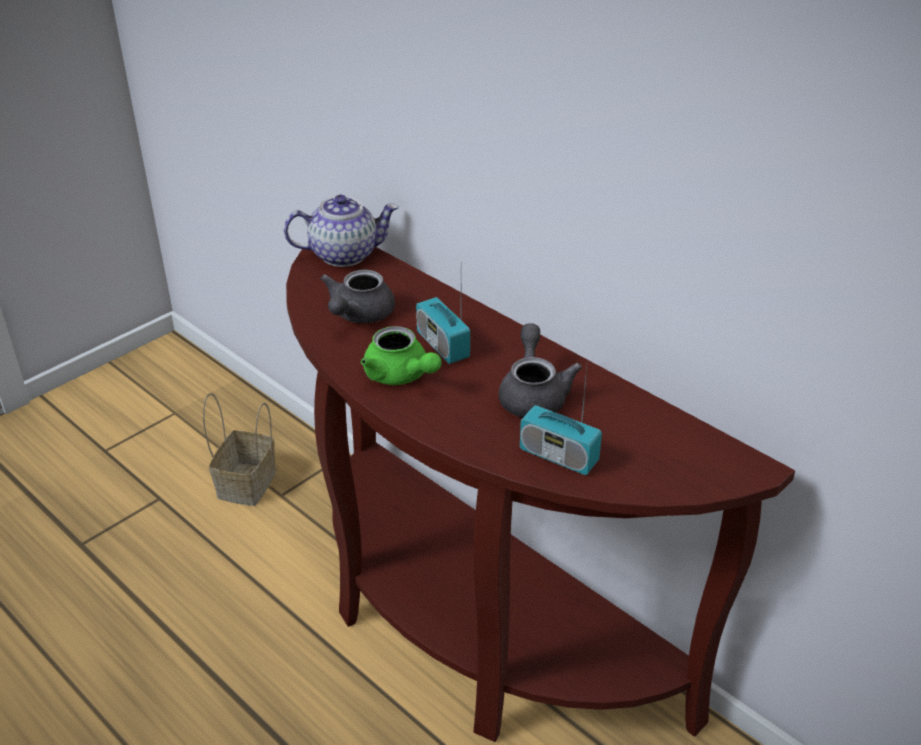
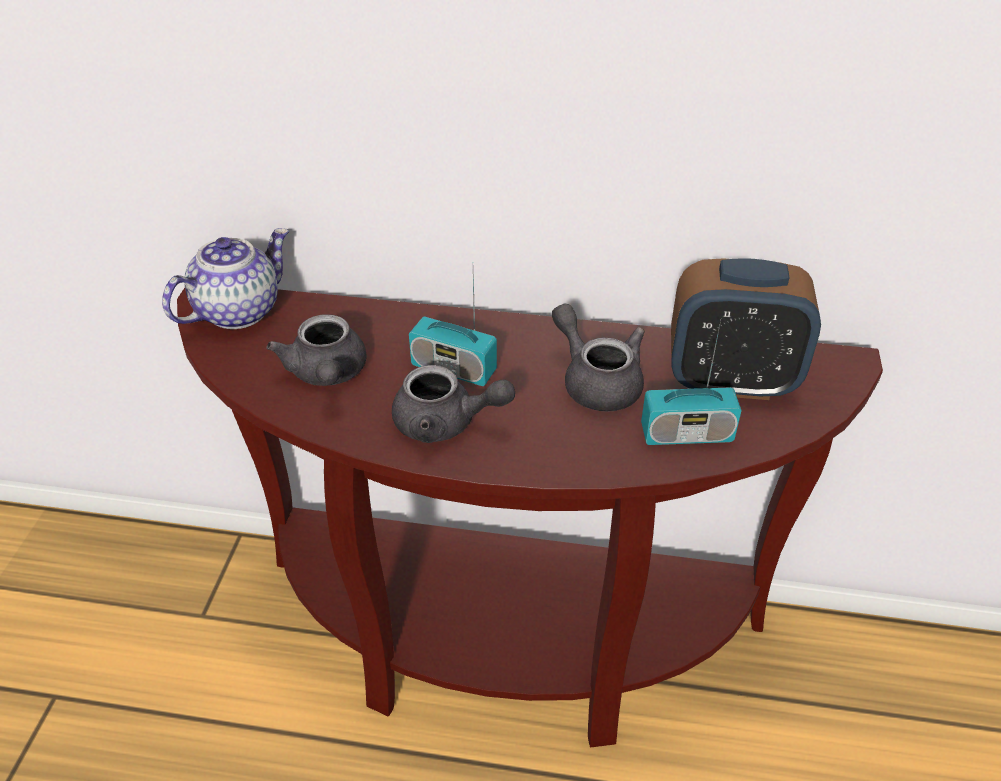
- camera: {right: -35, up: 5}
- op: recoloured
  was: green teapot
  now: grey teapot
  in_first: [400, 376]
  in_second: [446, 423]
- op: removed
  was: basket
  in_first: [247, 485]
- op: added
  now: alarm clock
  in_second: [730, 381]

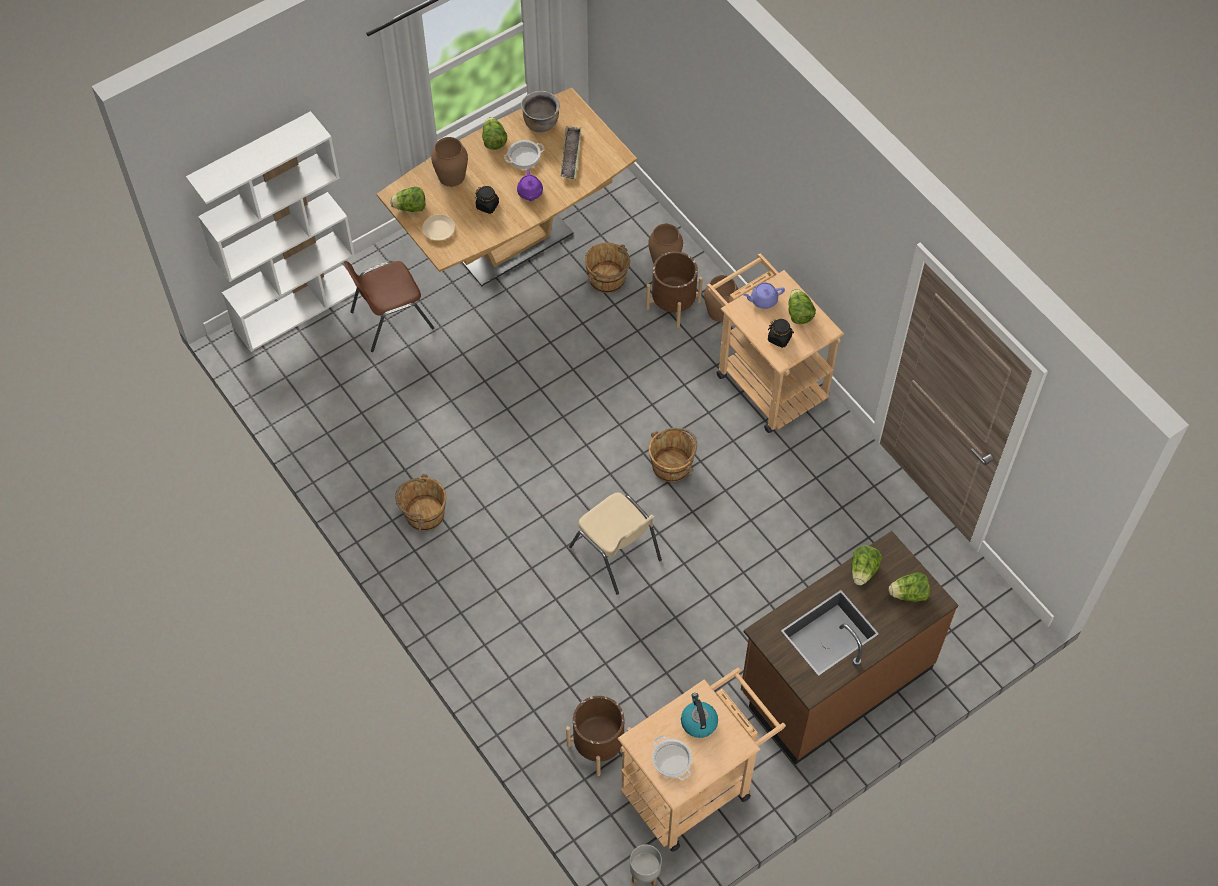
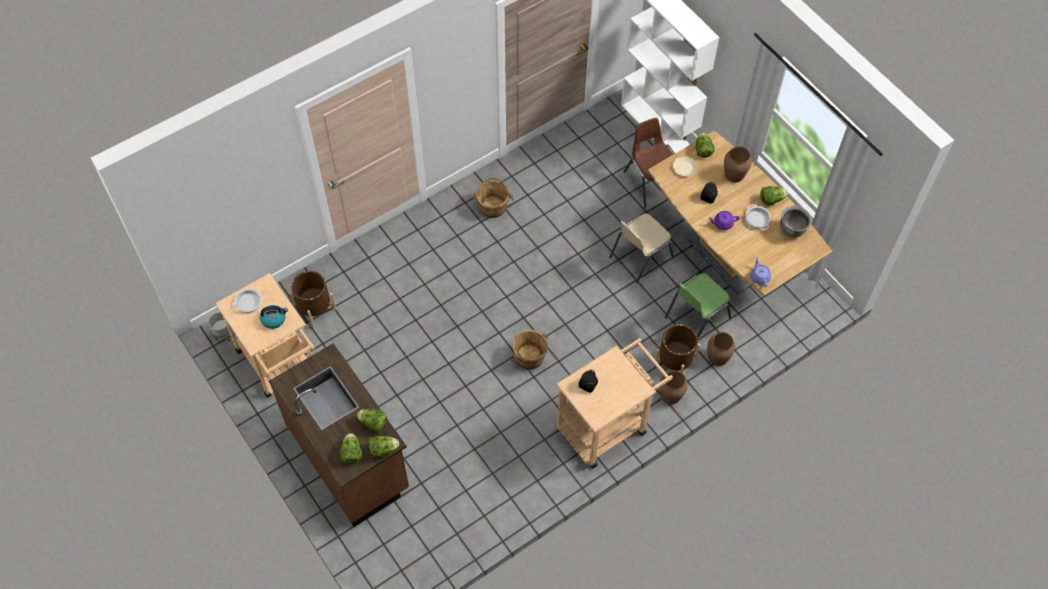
- camera: {right: 90, up: 0}
- op: removed
  was: tray
  in_first: [571, 155]
- op: replaced
  was: brown bucket
  now: green chair
  in_first: [607, 279]
  in_second: [696, 317]
- op: moved
  was: purple teapot
  in_first: [763, 300]
  in_second: [759, 277]
- op: moved
  was: lettuce
  in_first: [799, 313]
  in_second: [383, 449]
- op: moved
  was: beige chair
  in_first: [616, 554]
  in_second: [640, 257]

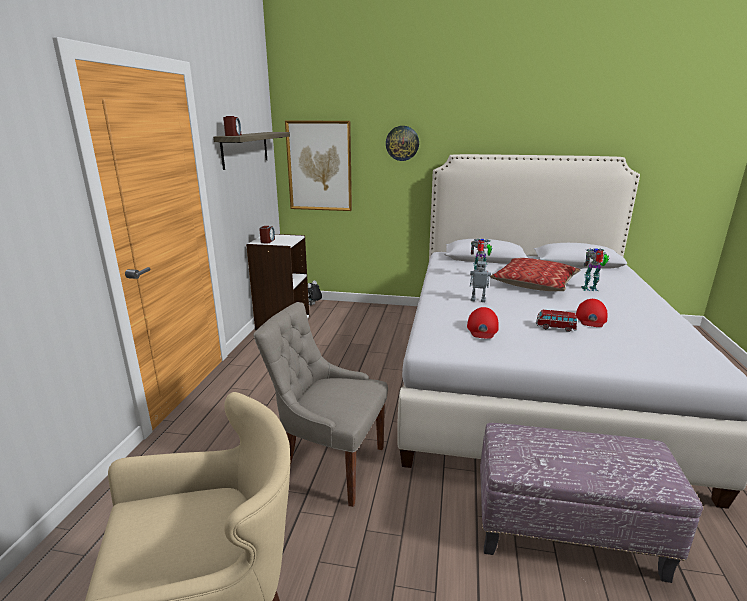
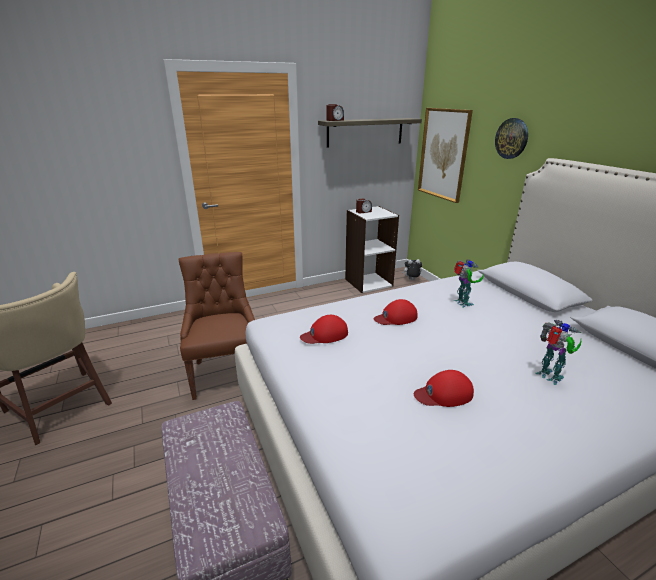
- camera: {right: 55, up: 5}
- op: replaced
  was: toy robot
  now: red cap
  in_first: [478, 300]
  in_second: [396, 317]
- op: removed
  was: pillow
  in_first: [534, 283]
- op: recoloured
  was: grey chair
  now: brown chair
  in_first: [329, 464]
  in_second: [226, 373]
- op: removed
  was: toy car
  in_first: [555, 327]

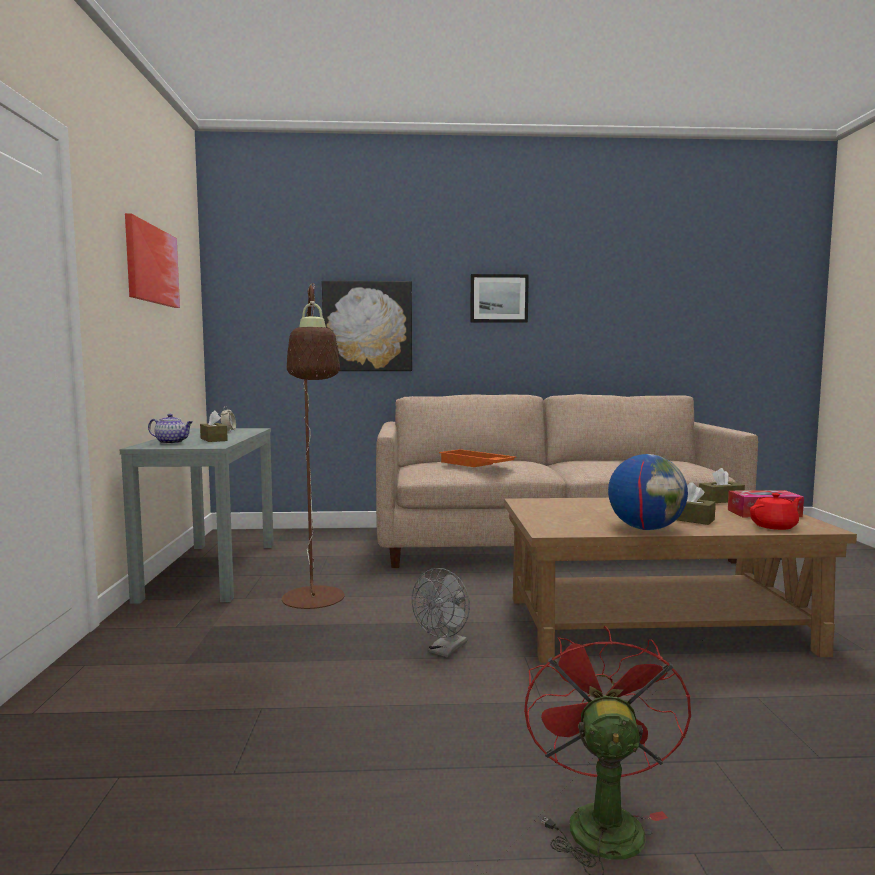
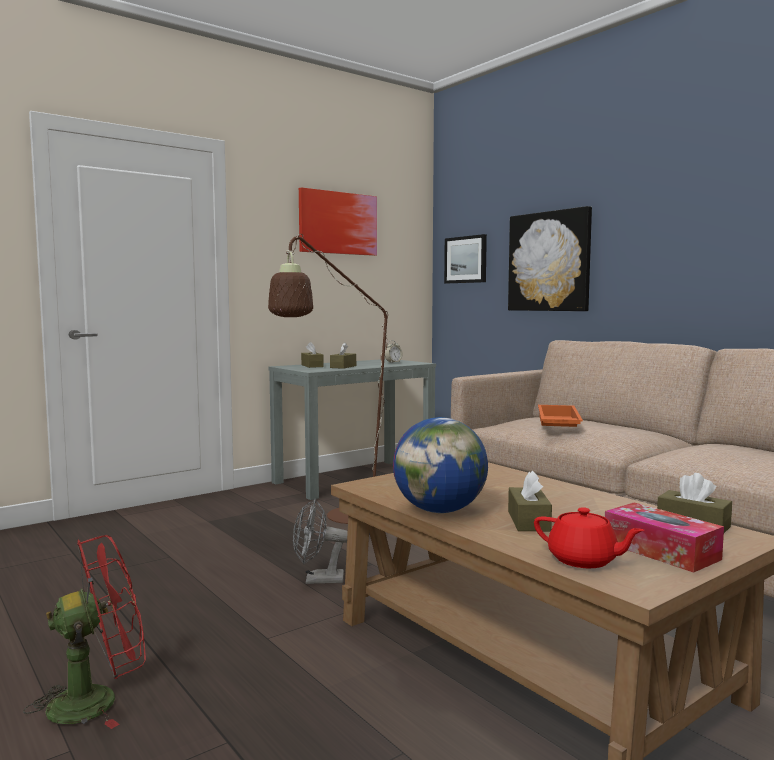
- camera: {right: 55, up: 0}
- op: moved
  was: picture
  in_first: [499, 298]
  in_second: [466, 259]
- op: replaced
  was: teapot
  now: brown tissue box
  in_first: [172, 442]
  in_second: [312, 366]

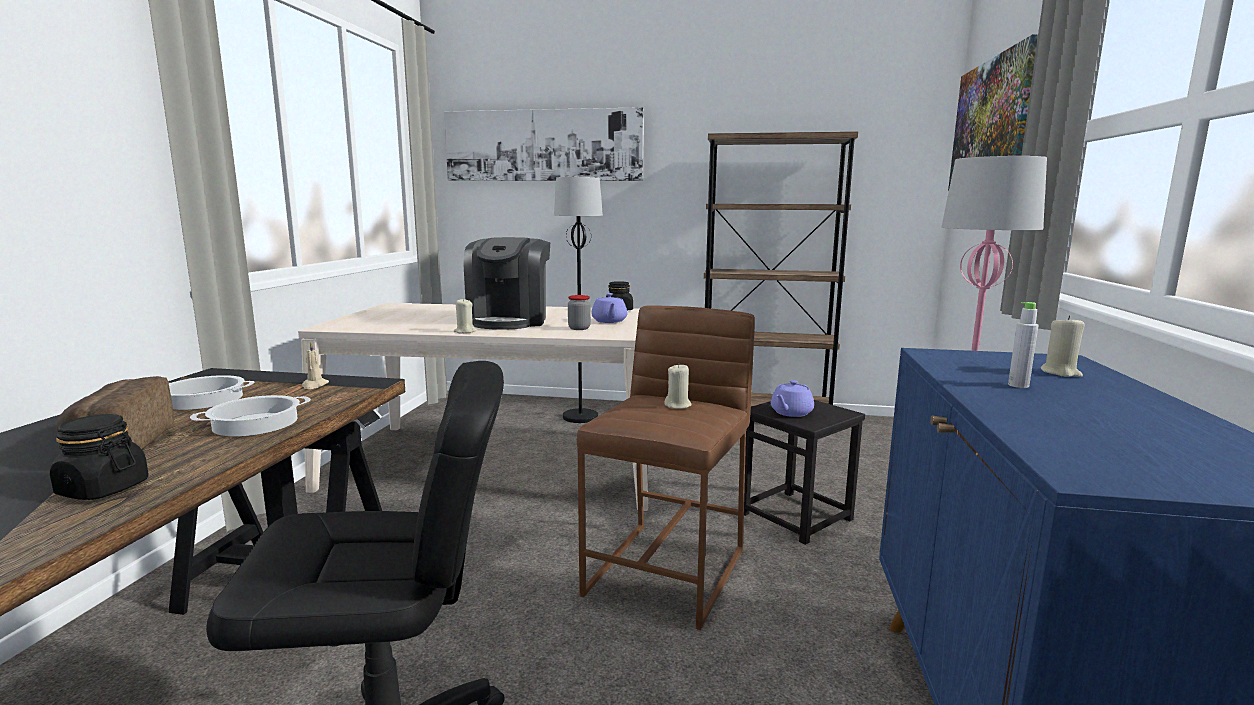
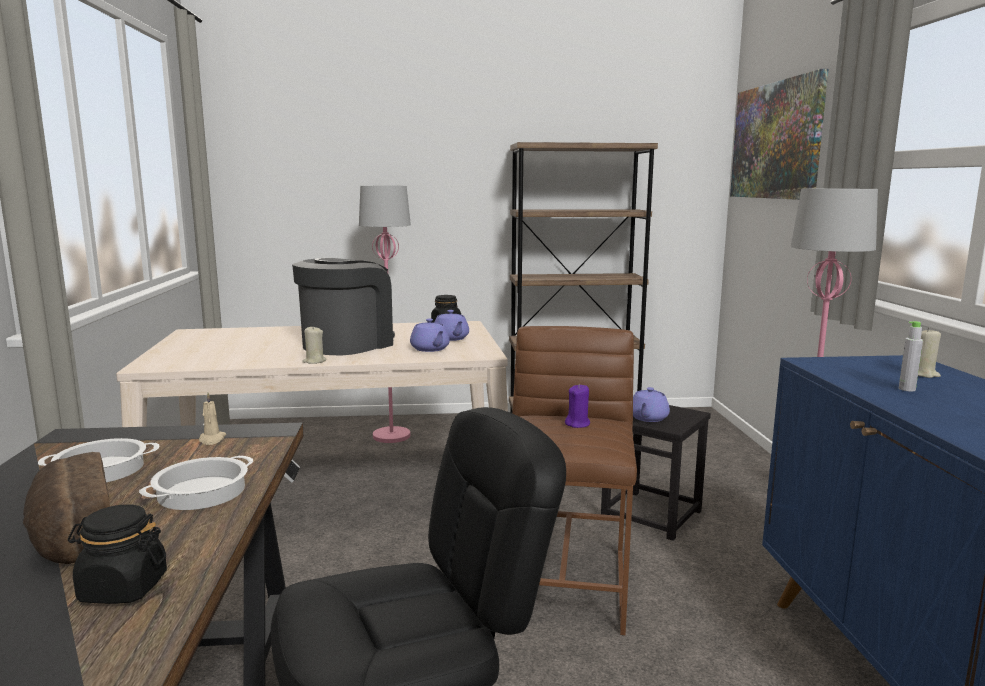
- camera: {right: -15, up: 0}
- op: removed
  was: picture
  in_first: [543, 145]
- op: recoloured
  was: black floor lamp
  now: pink floor lamp
  in_first: [580, 417]
  in_second: [391, 436]
- op: turned
  was: coffee machine
  in_first: [510, 321]
  in_second: [347, 344]
  clockwise: -135
- op: replaced
  was: jar
  now: purple teapot
  in_first: [579, 328]
  in_second: [430, 349]
- op: recoloured
  was: beige candle
  now: purple candle
  in_first: [678, 405]
  in_second: [577, 424]

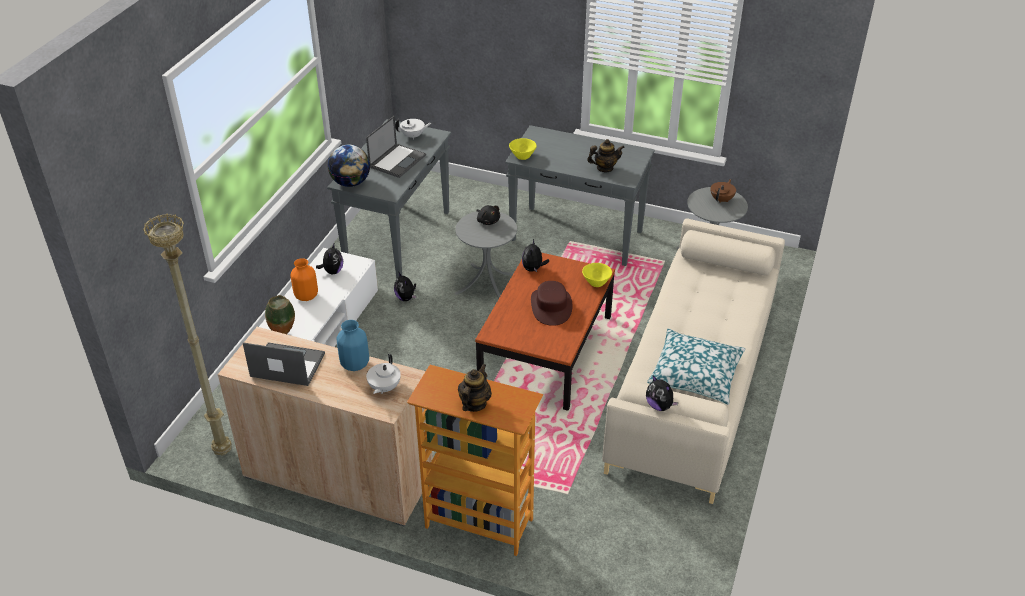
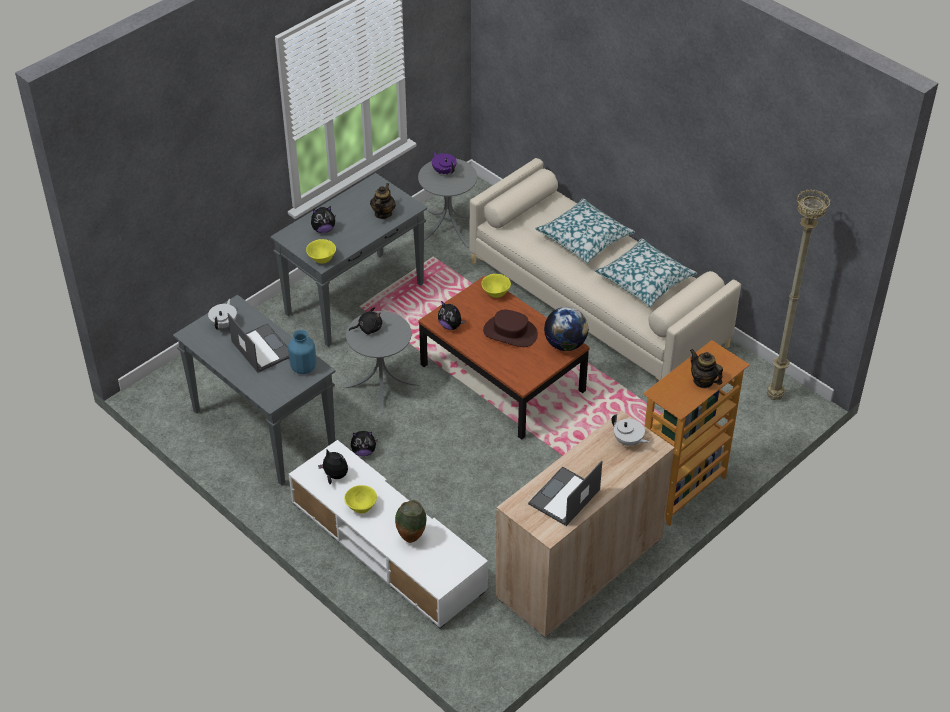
- camera: {right: -65, up: 5}
- op: moved
  was: globe
  in_first: [350, 183]
  in_second: [565, 344]
- op: recoloured
  was: brown teapot
  now: purple teapot
  in_first: [722, 199]
  in_second: [444, 171]
- op: moved
  was: beige floor lamp
  in_first: [223, 452]
  in_second: [775, 396]
- op: replaced
  was: orange vase
  now: yellow bowl
  in_first: [306, 296]
  in_second: [362, 506]
- op: moved
  was: blue vase
  in_first: [355, 364]
  in_second: [304, 367]
- op: moved
  was: plush toy
  in_first: [659, 406]
  in_second: [323, 229]
- op: added
  now: pillow
  in_second: [584, 238]

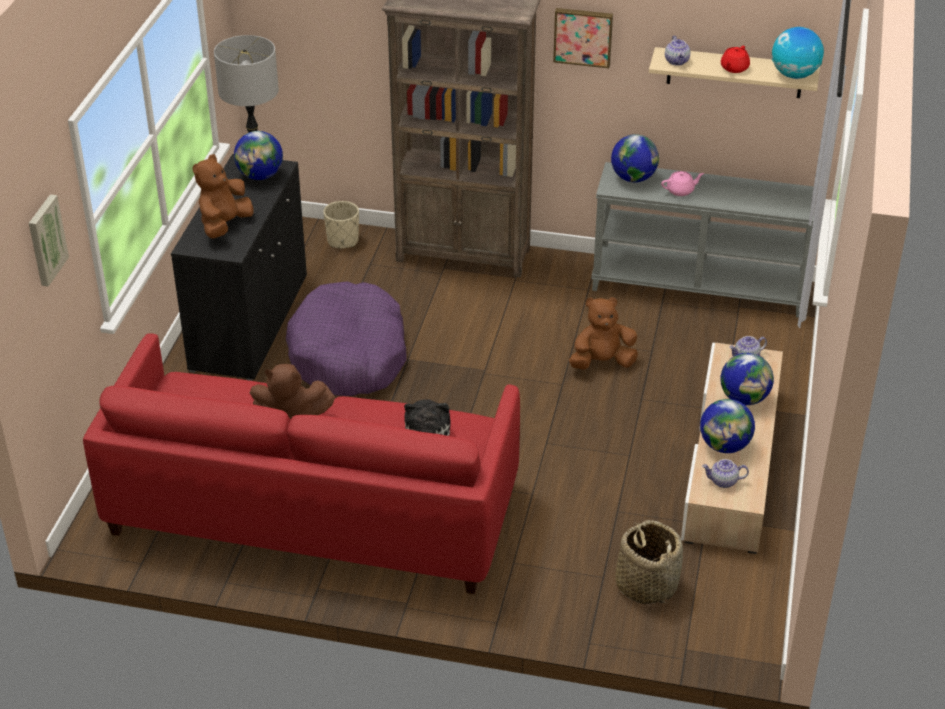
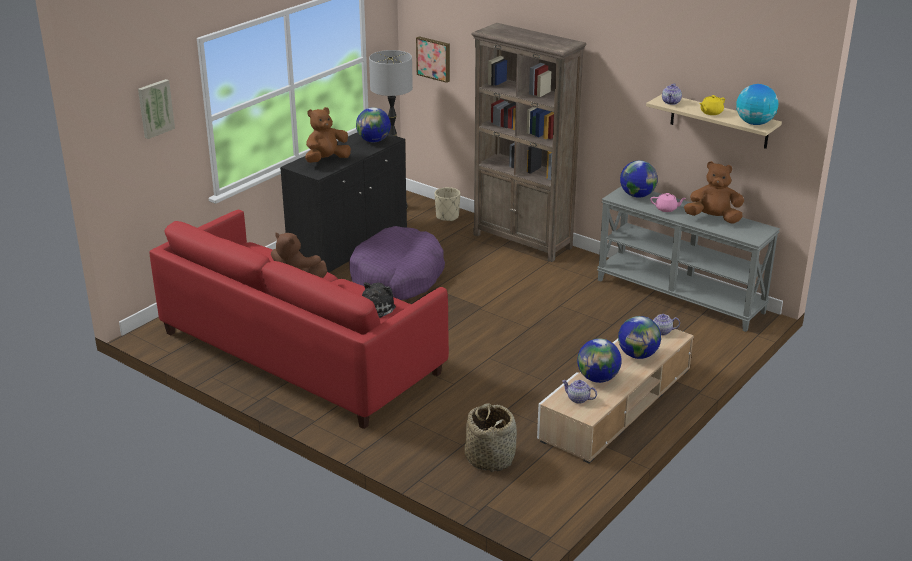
- camera: {right: 25, up: -10}
- op: moved
  was: picture
  in_first: [583, 36]
  in_second: [434, 58]
- op: recoloured
  was: red teapot
  now: yellow teapot
  in_first: [734, 68]
  in_second: [711, 112]
- op: moved
  was: brown plush toy
  in_first: [602, 362]
  in_second: [713, 218]

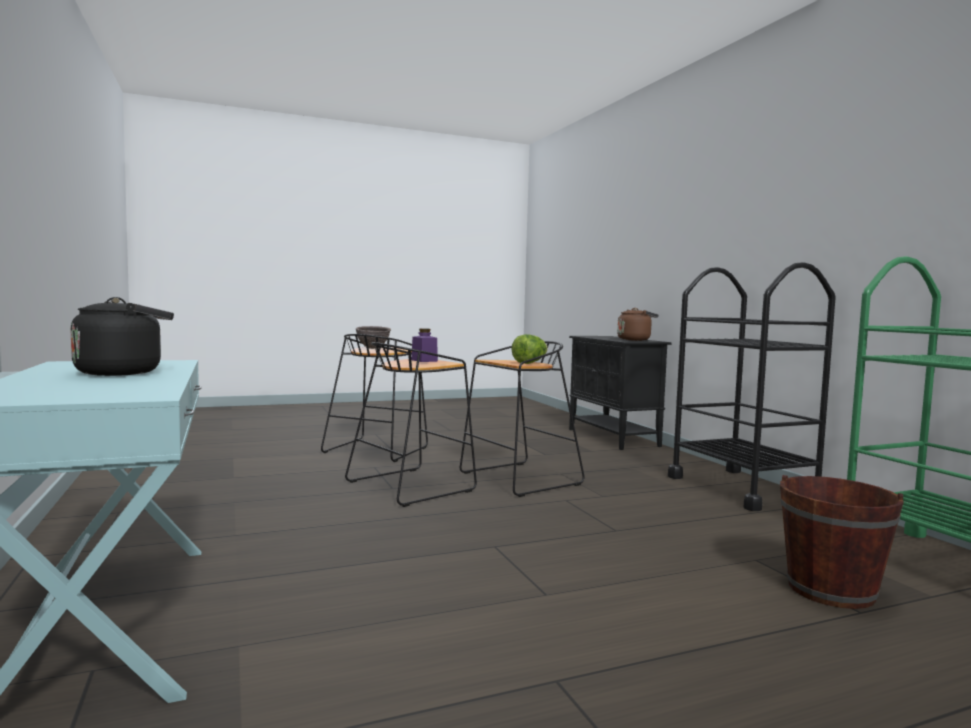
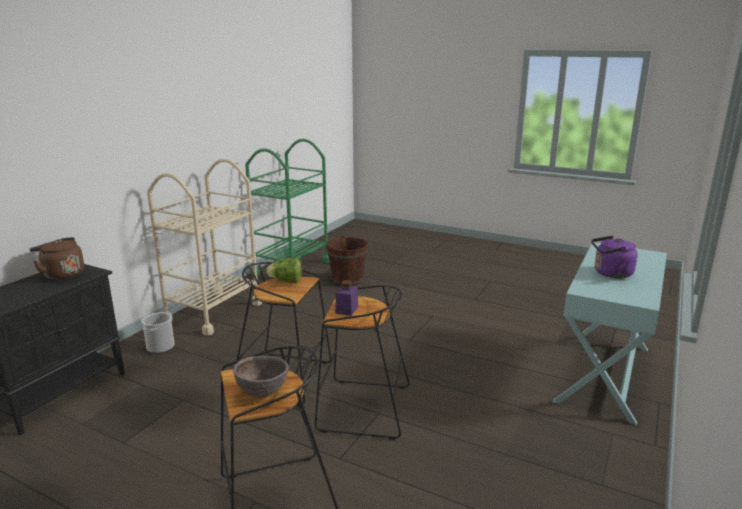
- camera: {right: -130, up: 15}
- op: recoloured
  was: black cart
  now: beige cart
  in_first: [742, 488]
  in_second: [213, 312]
- op: recoloured
  was: black kettle
  now: purple kettle
  in_first: [124, 372]
  in_second: [610, 274]
- op: added
  now: bucket
  in_second: [160, 347]

